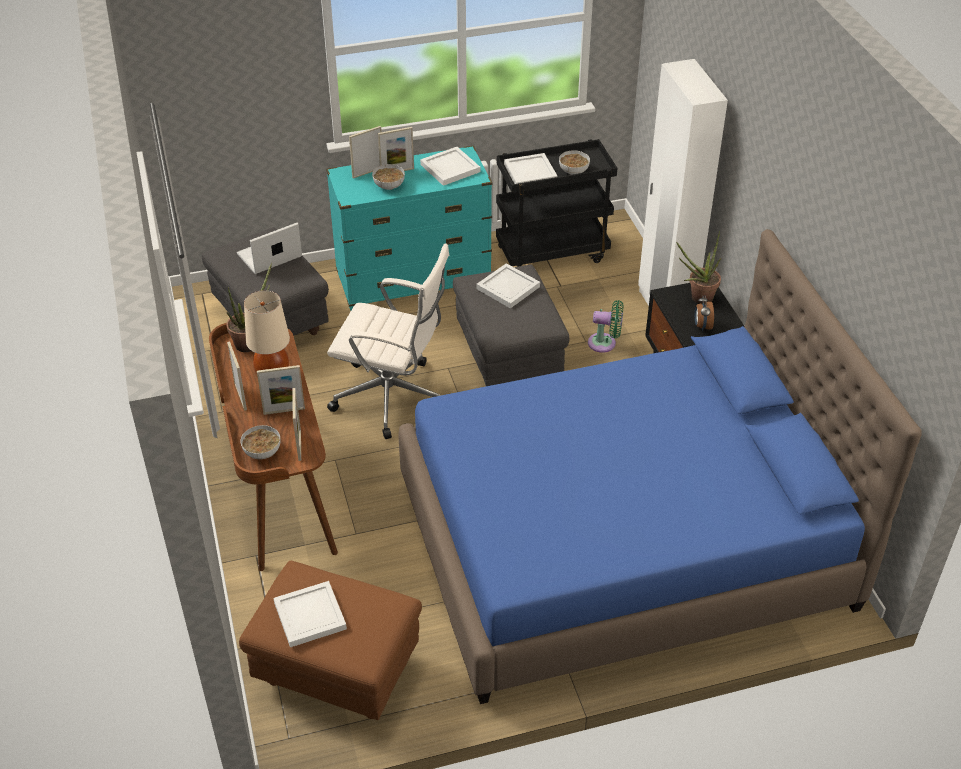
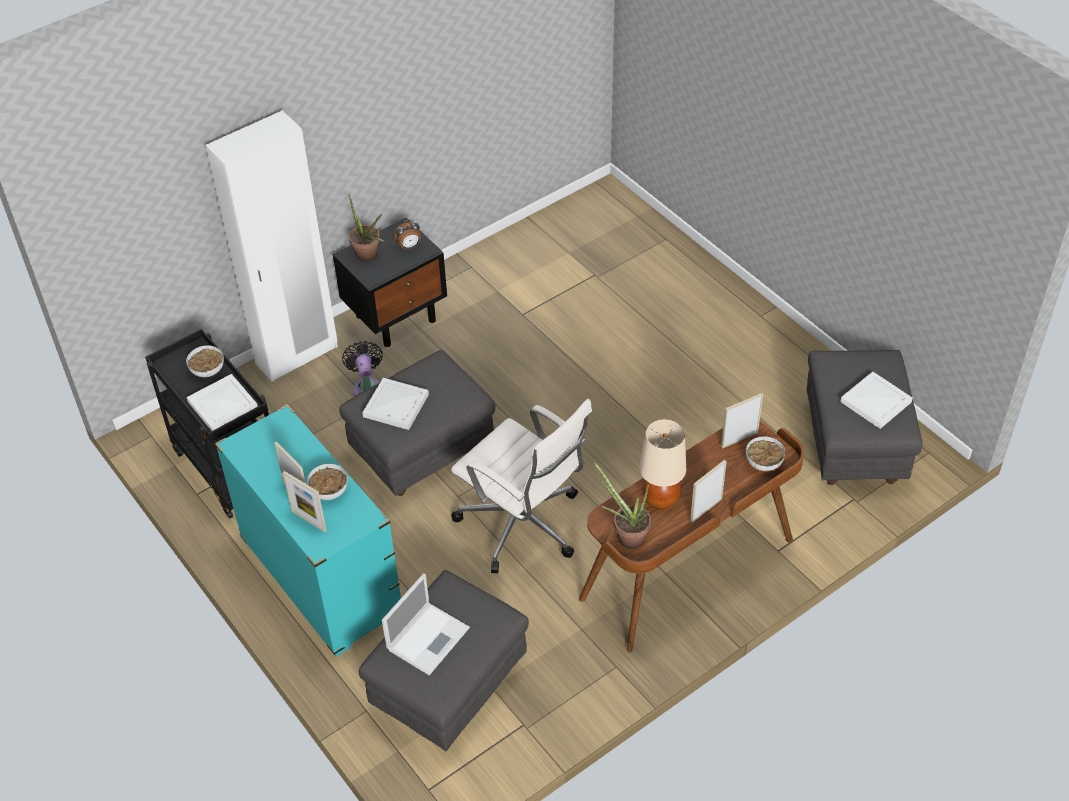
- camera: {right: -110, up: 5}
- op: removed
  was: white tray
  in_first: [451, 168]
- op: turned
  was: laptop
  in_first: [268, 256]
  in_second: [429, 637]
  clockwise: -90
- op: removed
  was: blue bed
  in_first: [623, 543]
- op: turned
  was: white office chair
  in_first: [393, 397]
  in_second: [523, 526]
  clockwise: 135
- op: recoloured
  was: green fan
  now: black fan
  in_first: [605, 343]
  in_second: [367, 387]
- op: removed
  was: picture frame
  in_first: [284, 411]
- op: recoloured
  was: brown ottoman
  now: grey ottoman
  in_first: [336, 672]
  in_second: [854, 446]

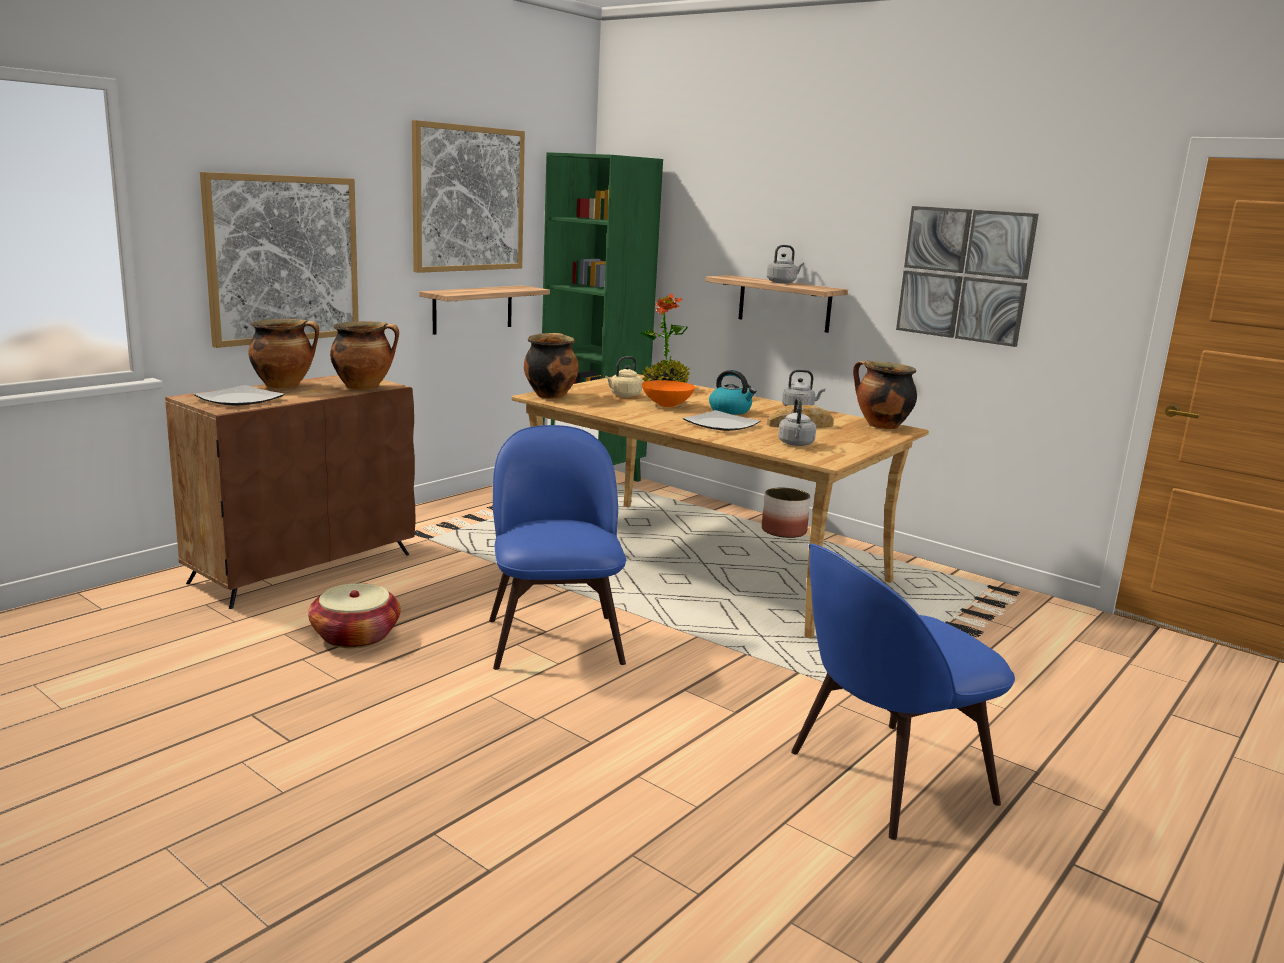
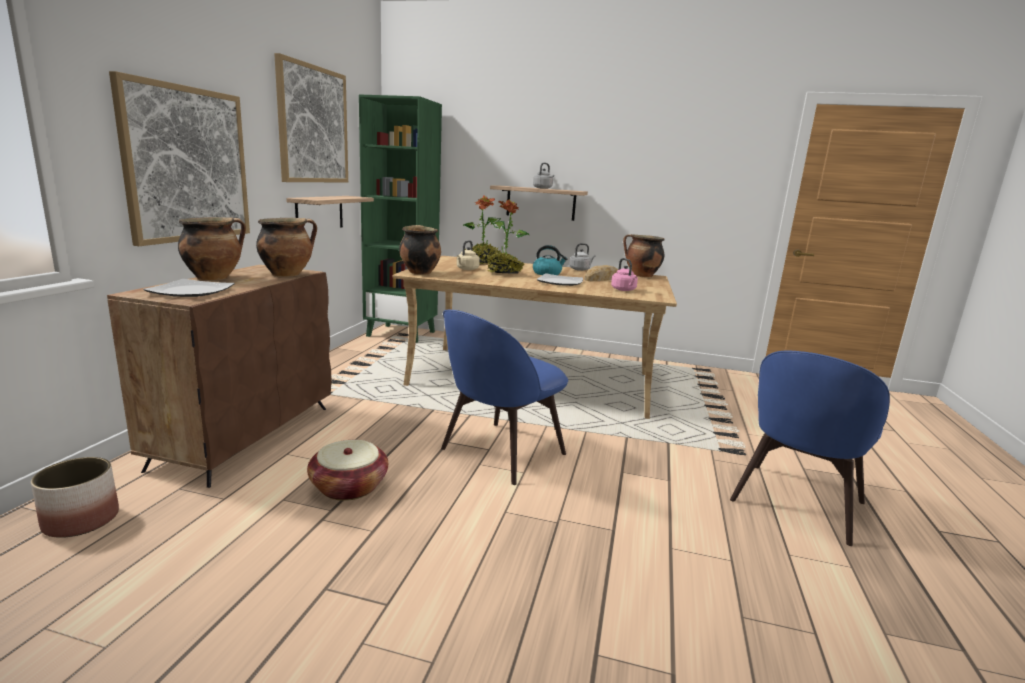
- camera: {right: -25, up: 0}
- op: removed
  was: picture
  in_first: [964, 274]
- op: replaced
  was: orange bowl
  now: potted plant
  in_first: [666, 405]
  in_second: [504, 273]
- op: recoloured
  was: grey kettle
  now: pink kettle
  in_first: [796, 444]
  in_second: [624, 290]
- op: turned
  was: blue chair
  in_first: [554, 638]
  in_second: [499, 453]
  clockwise: -105
- op: moved
  was: planter
  in_first: [784, 531]
  in_second: [82, 520]

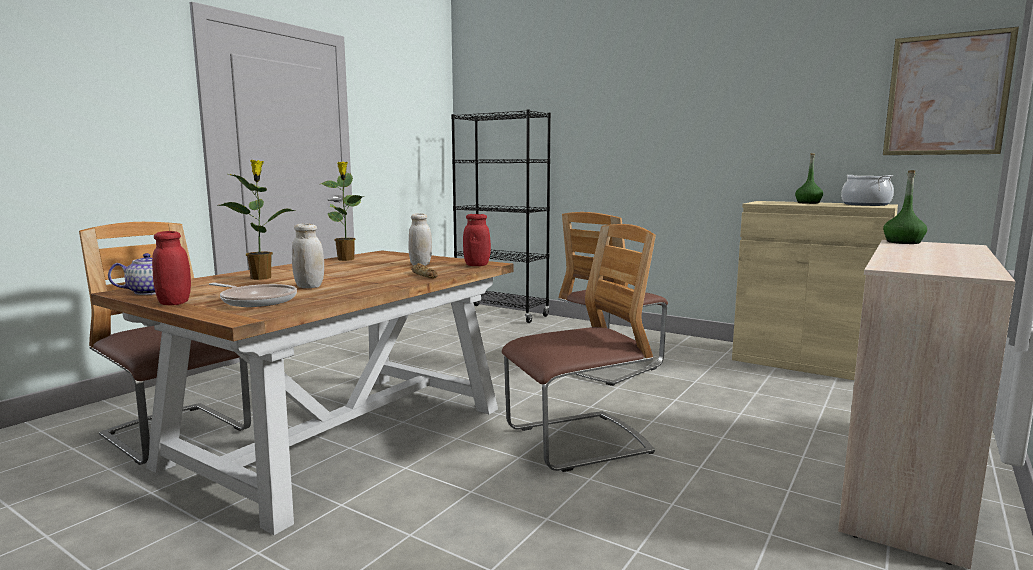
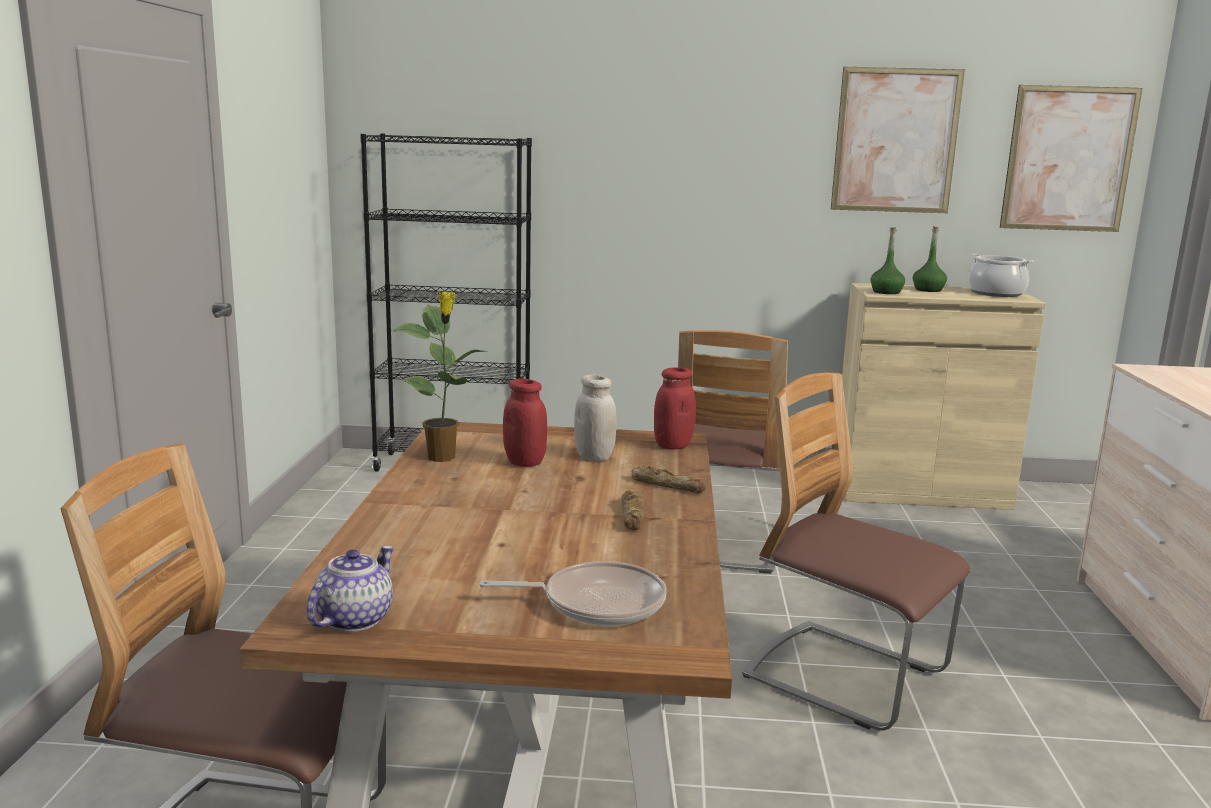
- camera: {right: -30, up: 5}
- op: removed
  was: potted plant
  in_first: [262, 277]
- op: moved
  was: green bottle
  in_first: [903, 242]
  in_second: [886, 292]
- op: removed
  was: white jar
  in_first: [309, 286]
- op: turned
  was: chair
  in_first: [577, 442]
  in_second: [845, 677]
  clockwise: -90
- op: moved
  was: red jar
  in_first: [175, 303]
  in_second: [525, 462]
- op: added
  now: picture
  in_second: [896, 141]
- op: added
  now: bread
  in_second: [633, 515]

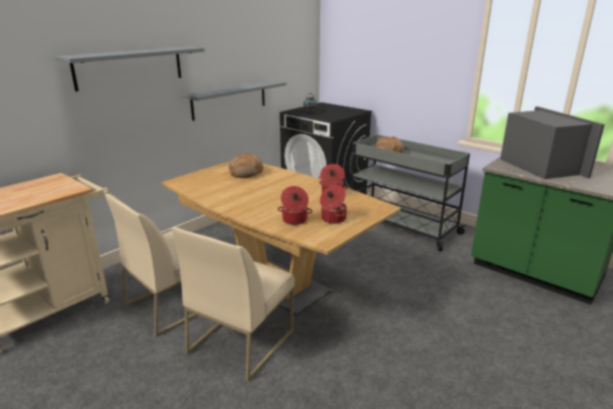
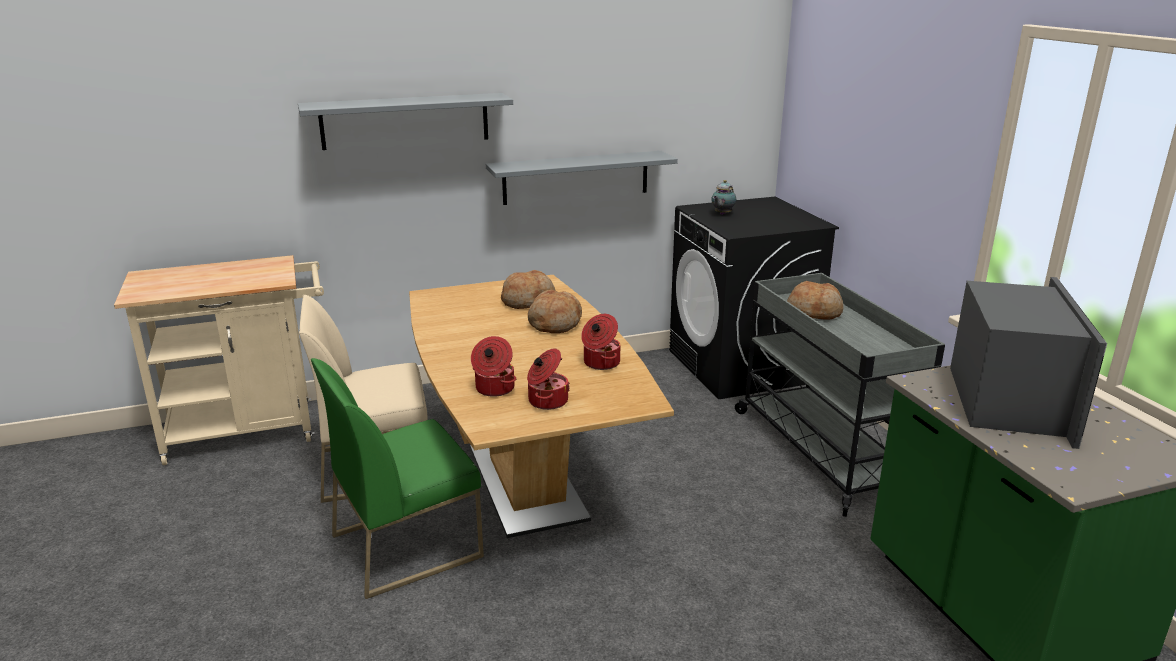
- camera: {right: 30, up: 0}
- op: recoloured
  was: beige chair
  now: green chair
  in_first: [241, 340]
  in_second: [407, 545]
- op: added
  now: bread
  in_second: [554, 323]

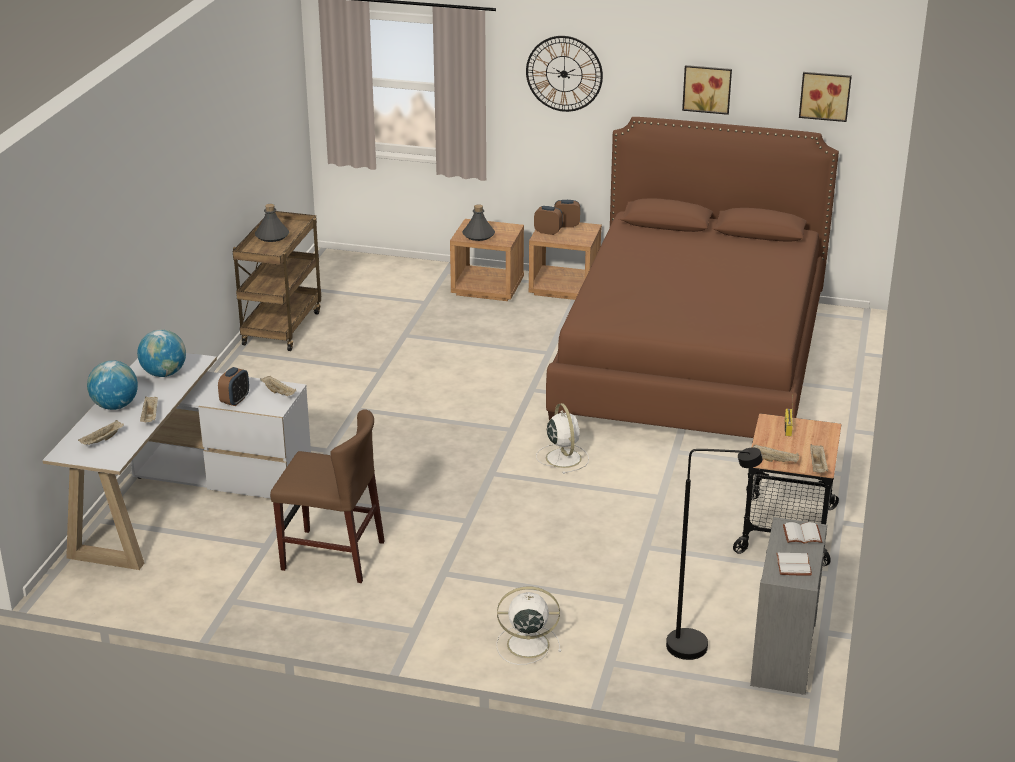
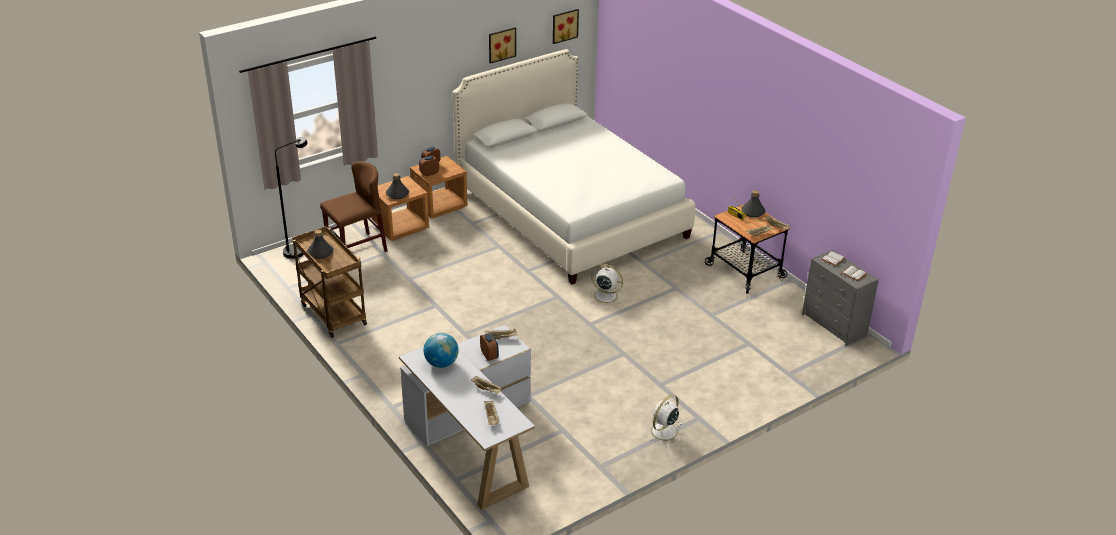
- camera: {right: -50, up: 5}
- op: removed
  was: wall clock
  in_first: [564, 73]
- op: recoloured
  was: brown bed
  now: white bed
  in_first: [692, 362]
  in_second: [570, 213]
- op: removed
  was: globe
  in_first: [115, 406]
- op: moved
  was: brown chair
  in_first: [332, 555]
  in_second: [357, 249]
- op: moved
  was: black floor lamp
  in_first: [699, 646]
  in_second: [299, 250]
- op: moved
  was: white fan
  in_first: [526, 644]
  in_second: [663, 432]
- op: added
  now: grey bottle
  in_second: [752, 212]

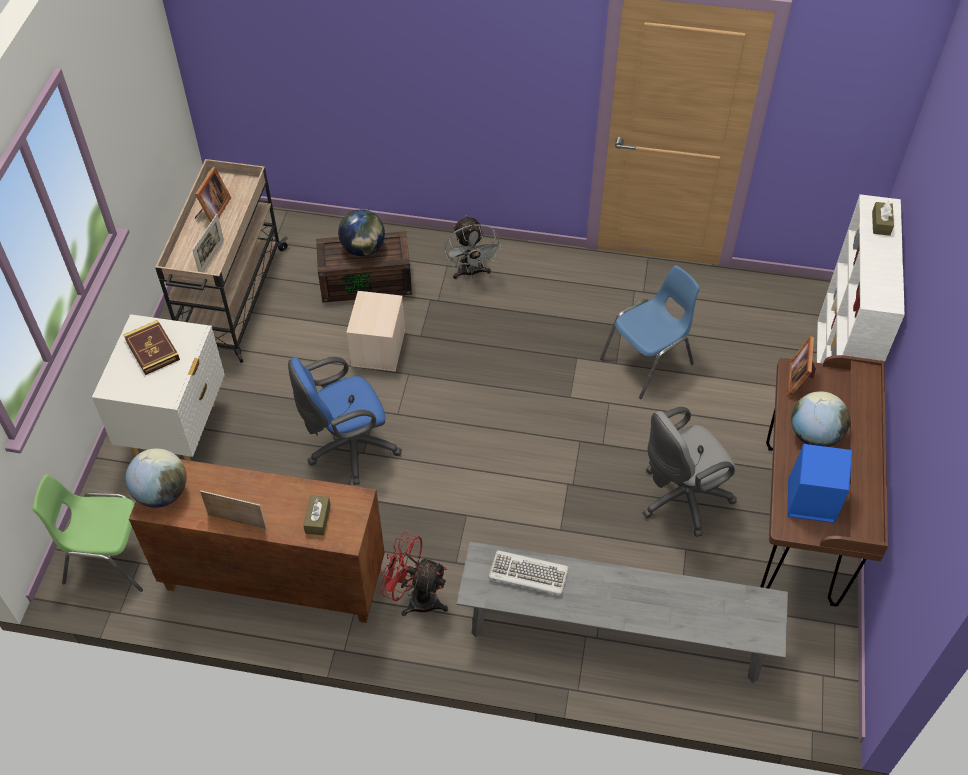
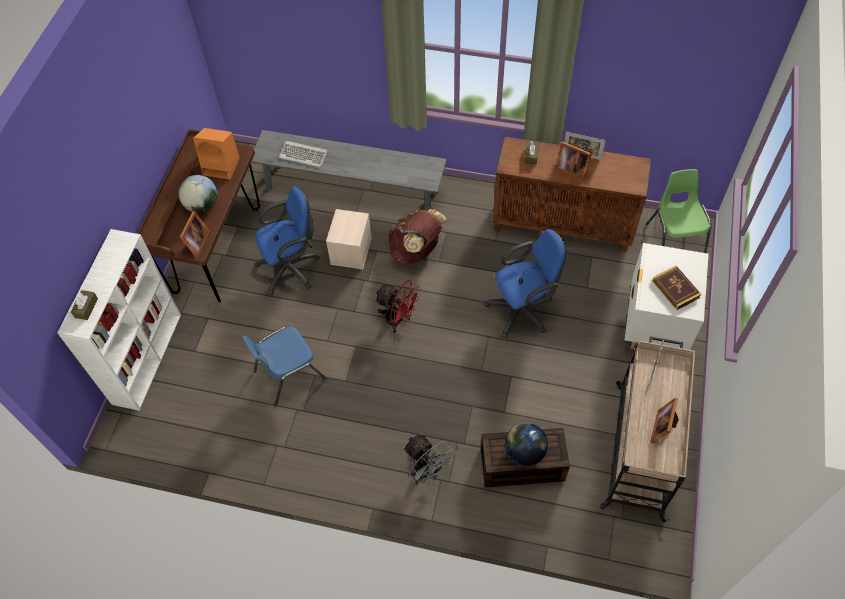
- camera: {right: -175, up: 5}
- op: turned
  was: grey fan
  in_first: [471, 273]
  in_second: [427, 472]
  clockwise: 150
- op: moved
  was: beige storage box
  in_first: [379, 348]
  in_second: [351, 250]
- op: recoloured
  was: grey office chair
  now: blue office chair
  in_first: [680, 498]
  in_second: [292, 268]
- op: recoloured
  was: blue speaker
  now: orange speaker
  in_first: [809, 501]
  in_second: [222, 166]
- op: removed
  was: globe
  in_first: [162, 493]
- op: turned
  was: green chair
  in_first: [109, 557]
  in_second: [674, 241]
  clockwise: -105
- op: moved
  was: red fan
  in_first: [415, 598]
  in_second: [398, 319]
- op: moved
  was: keyboard
  in_first: [528, 575]
  in_second: [303, 155]
- op: added
  now: picture frame
  in_second: [570, 169]
- op: added
  now: brown backpack
  in_second: [416, 251]

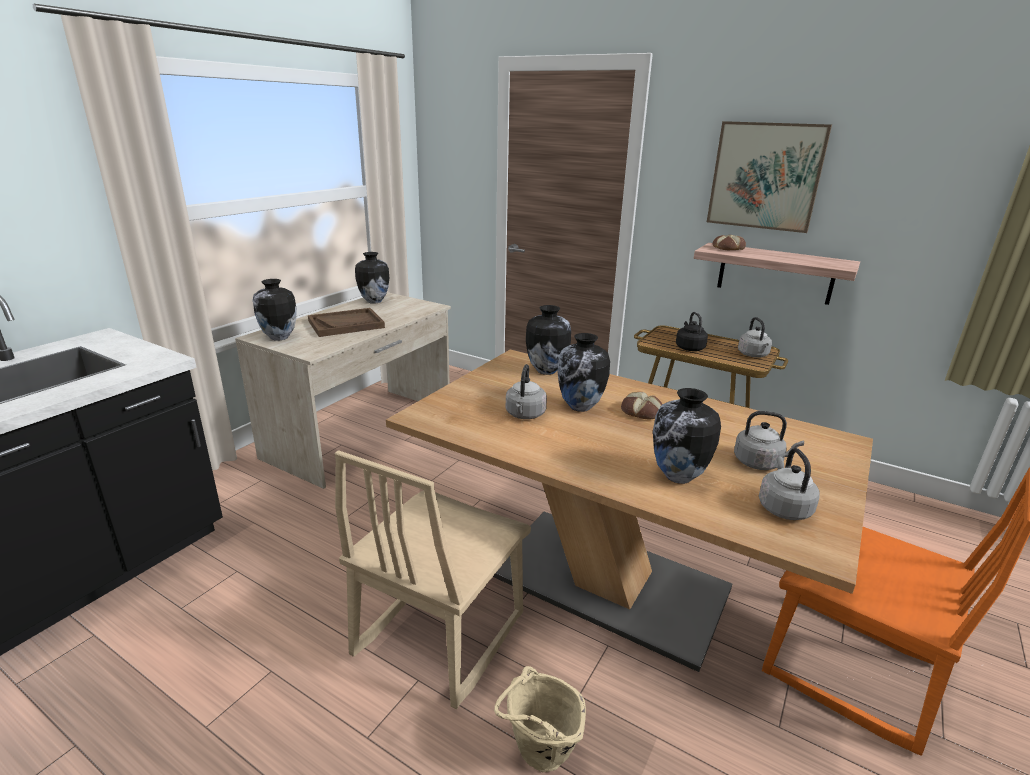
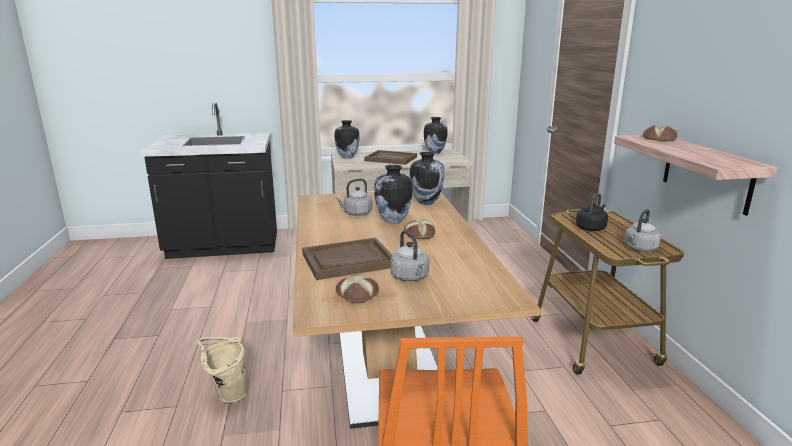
- camera: {right: 50, up: -5}
- op: removed
  was: picture
  in_first: [765, 176]
- op: replaced
  was: vase
  now: brown tray
  in_first: [678, 477]
  in_second: [348, 261]
- op: replaced
  was: grey kettle
  now: bread
  in_first: [783, 507]
  in_second: [358, 294]
- op: removed
  was: beige chair
  in_first: [438, 633]

